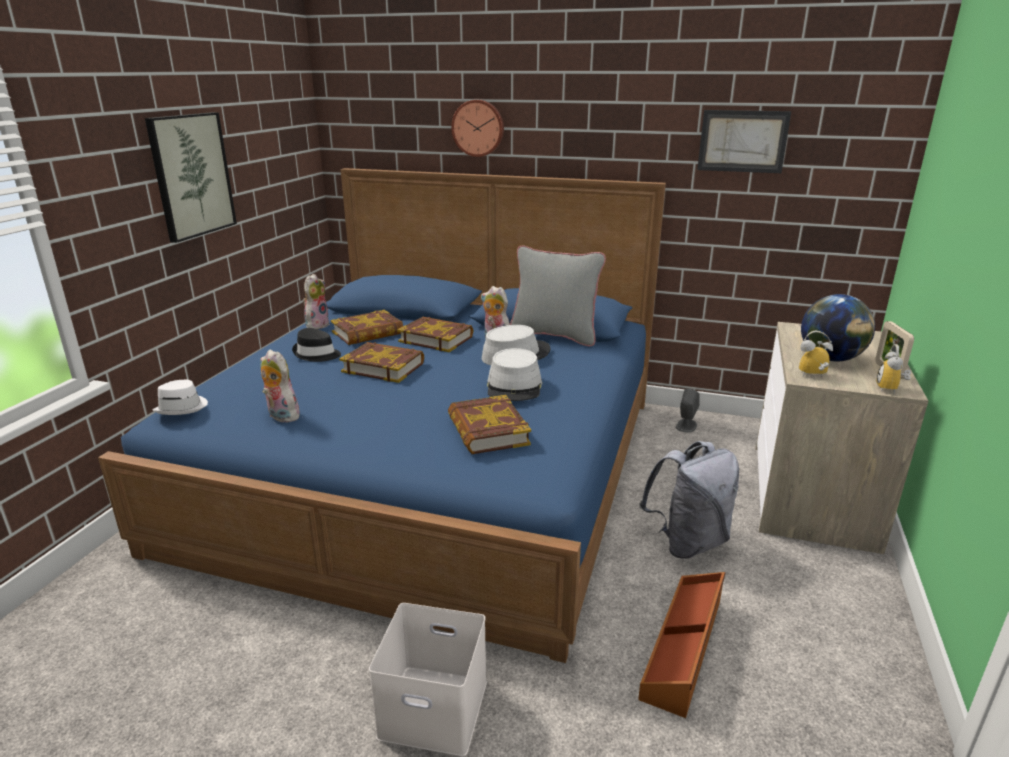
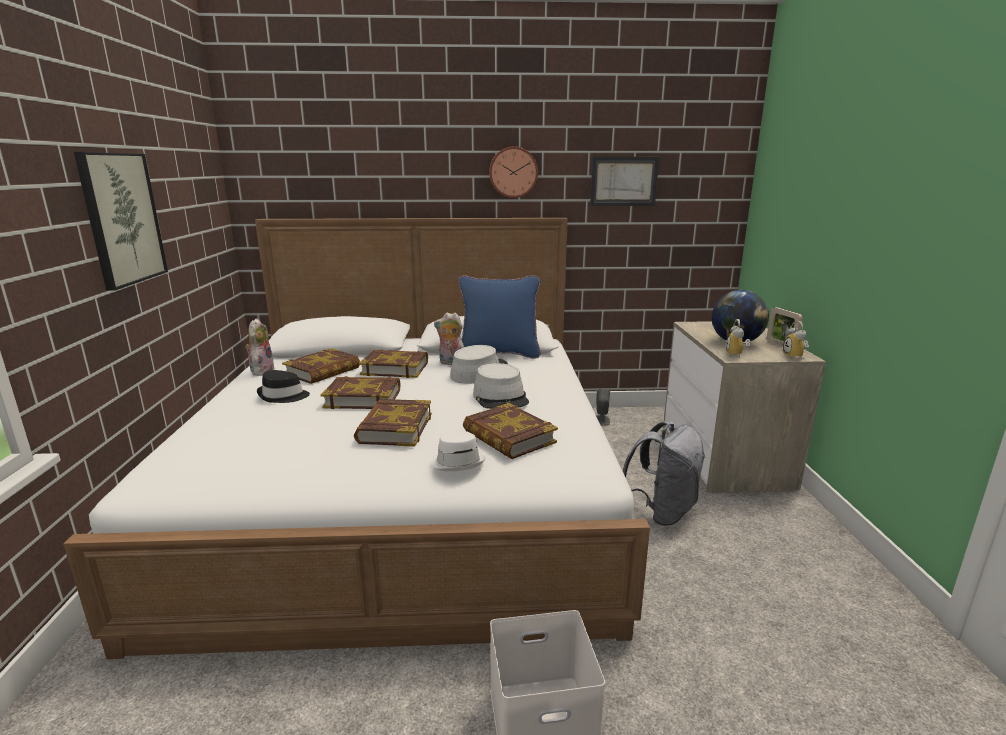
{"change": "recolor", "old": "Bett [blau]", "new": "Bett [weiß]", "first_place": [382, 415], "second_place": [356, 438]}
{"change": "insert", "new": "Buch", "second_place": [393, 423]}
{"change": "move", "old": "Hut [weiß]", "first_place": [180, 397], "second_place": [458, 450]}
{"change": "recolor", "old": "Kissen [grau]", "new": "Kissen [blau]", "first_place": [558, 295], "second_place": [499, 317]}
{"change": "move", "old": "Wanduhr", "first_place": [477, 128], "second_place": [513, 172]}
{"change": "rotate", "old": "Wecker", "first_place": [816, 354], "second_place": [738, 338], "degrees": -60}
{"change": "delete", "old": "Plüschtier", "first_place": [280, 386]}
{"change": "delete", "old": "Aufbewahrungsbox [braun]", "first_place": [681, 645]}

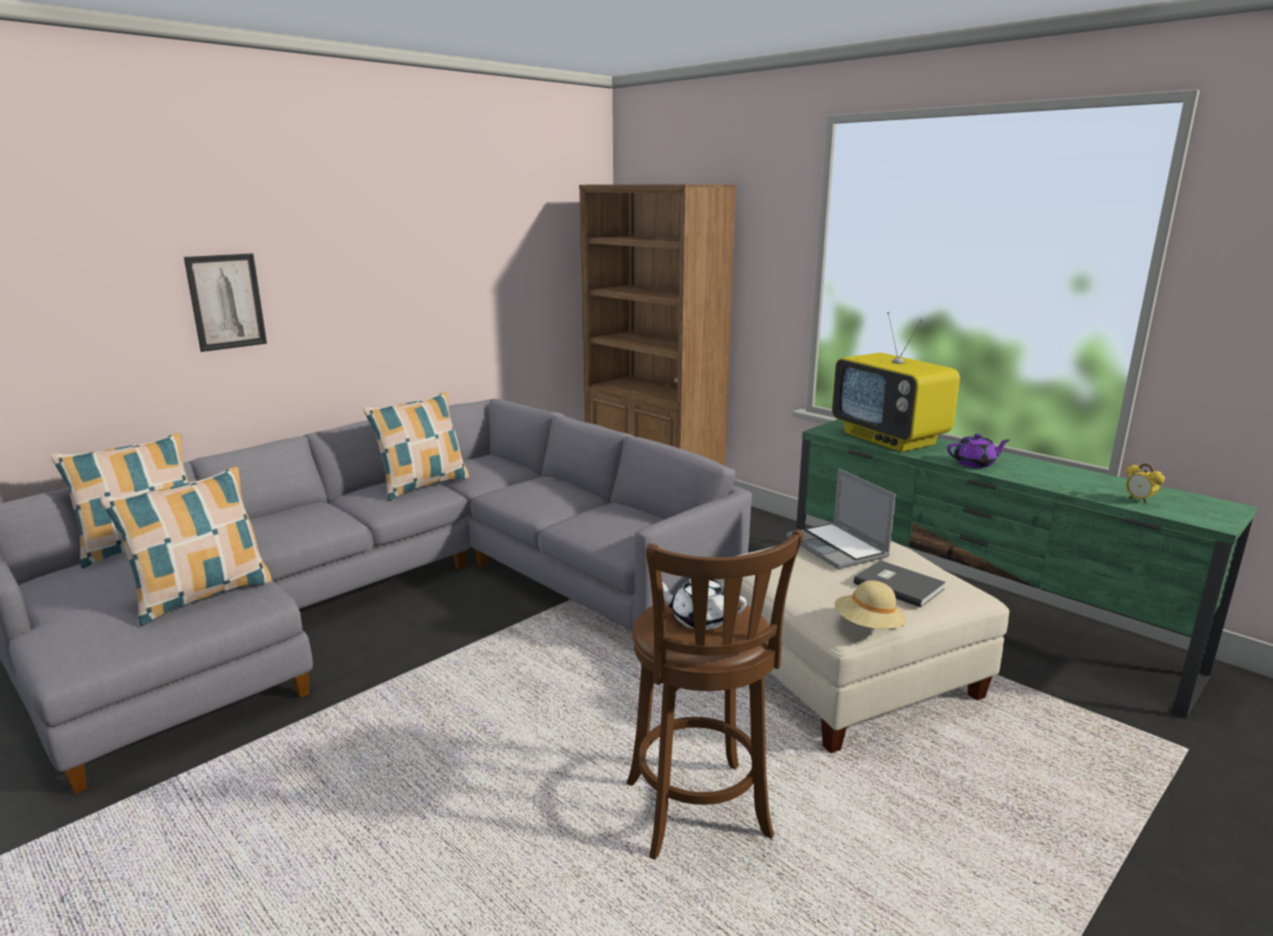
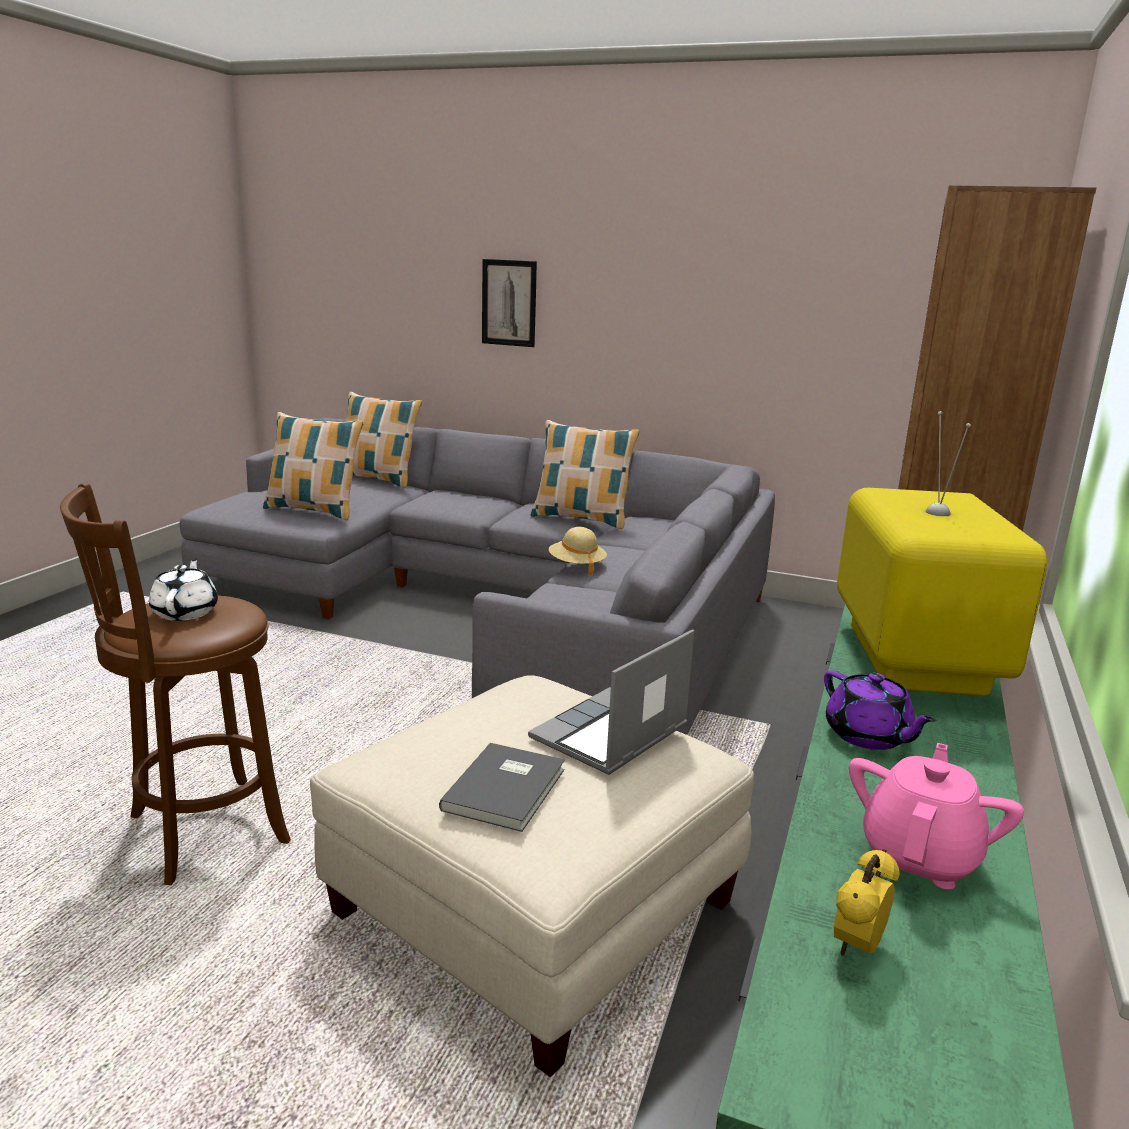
{"change": "move", "old": "Hut [beige]", "first_place": [870, 604], "second_place": [578, 551]}
{"change": "rotate", "old": "Fernseher", "first_place": [896, 382], "second_place": [942, 553], "degrees": 150}
{"change": "insert", "new": "Teekanne [rosa]", "second_place": [936, 816]}

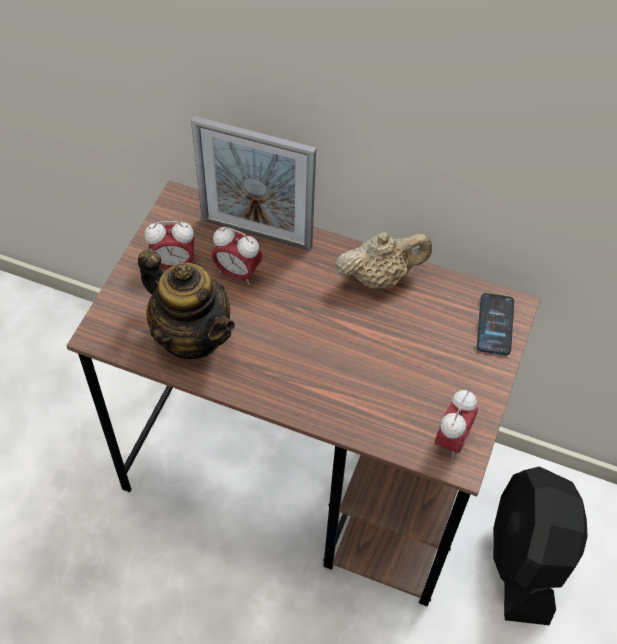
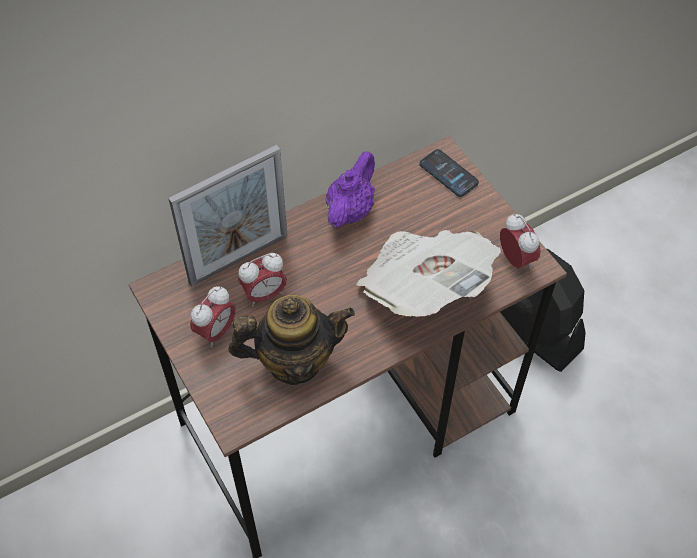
{"change": "recolor", "old": "Teekanne [beige]", "new": "Teekanne [lila]", "first_place": [383, 260], "second_place": [350, 189]}
{"change": "insert", "new": "Zeitung", "second_place": [428, 273]}

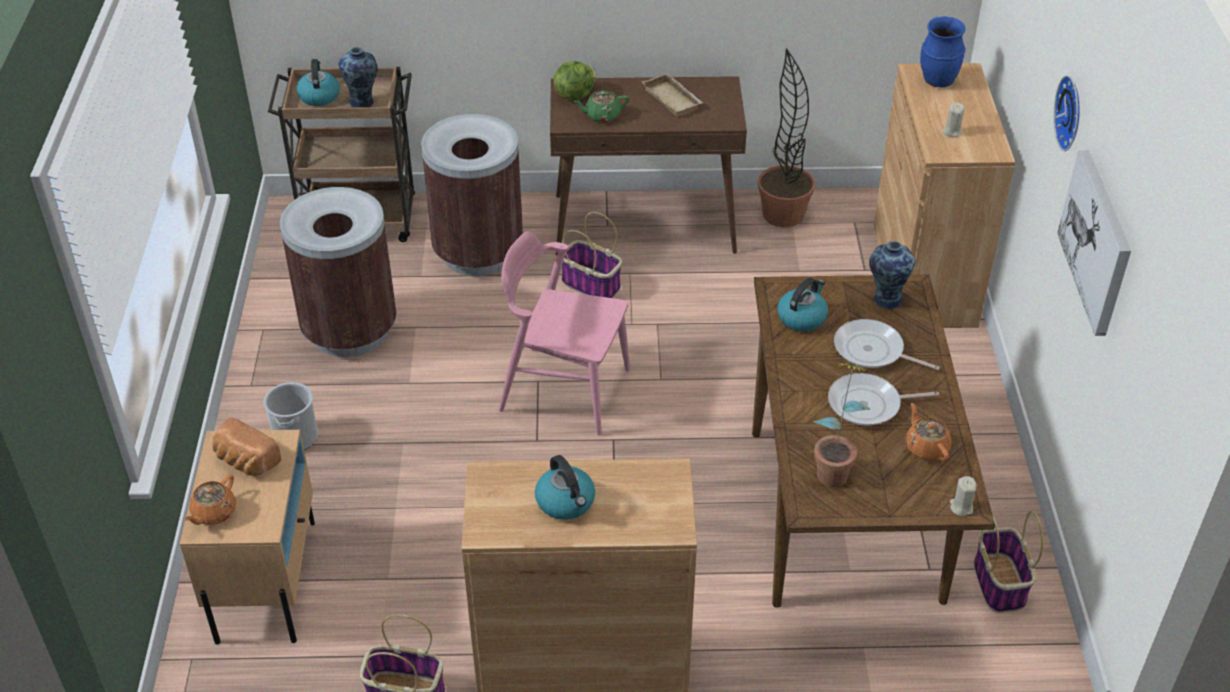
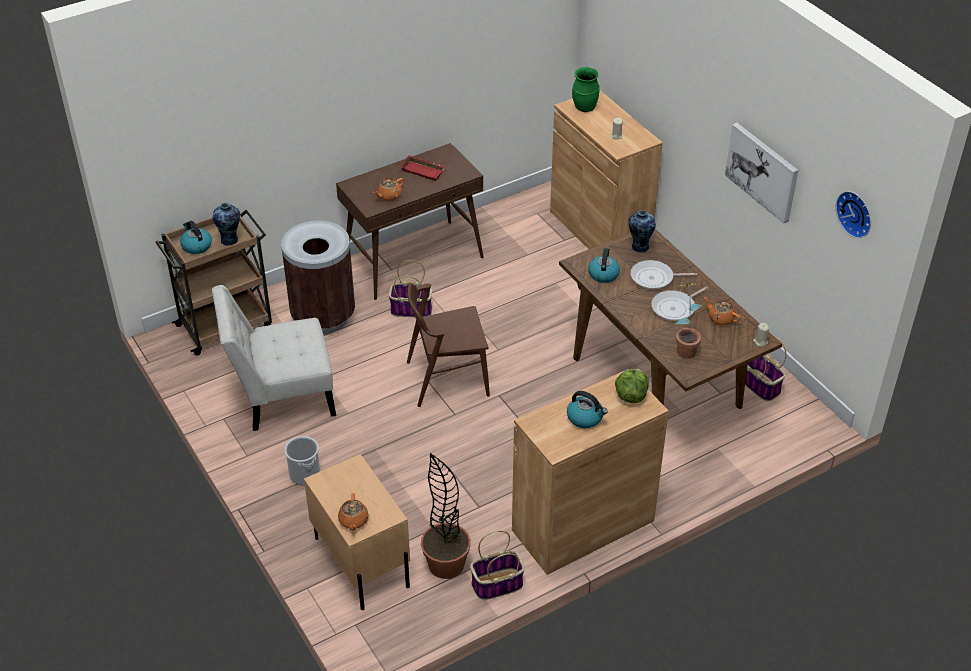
{"change": "replace", "old": "Mülleimer [braun]", "new": "Stuhl [weiß]", "first_place": [338, 272], "second_place": [274, 358]}
{"change": "recolor", "old": "Teekanne [grün]", "new": "Teekanne [orange]", "first_place": [601, 106], "second_place": [388, 189]}
{"change": "recolor", "old": "Tablett [beige]", "new": "Tablett [rot]", "first_place": [672, 95], "second_place": [422, 168]}
{"change": "recolor", "old": "Stuhl [rosa]", "new": "Stuhl [braun]", "first_place": [564, 333], "second_place": [448, 345]}
{"change": "move", "old": "Topfpflanze", "first_place": [786, 137], "second_place": [446, 516]}
{"change": "recolor", "old": "Vase [blau]", "new": "Vase [grün]", "first_place": [943, 52], "second_place": [586, 89]}
{"change": "move", "old": "Salatkopf", "first_place": [575, 80], "second_place": [631, 386]}
{"change": "move", "old": "Wanduhr", "first_place": [1066, 113], "second_place": [853, 214]}
{"change": "delete", "old": "Brot", "first_place": [246, 446]}

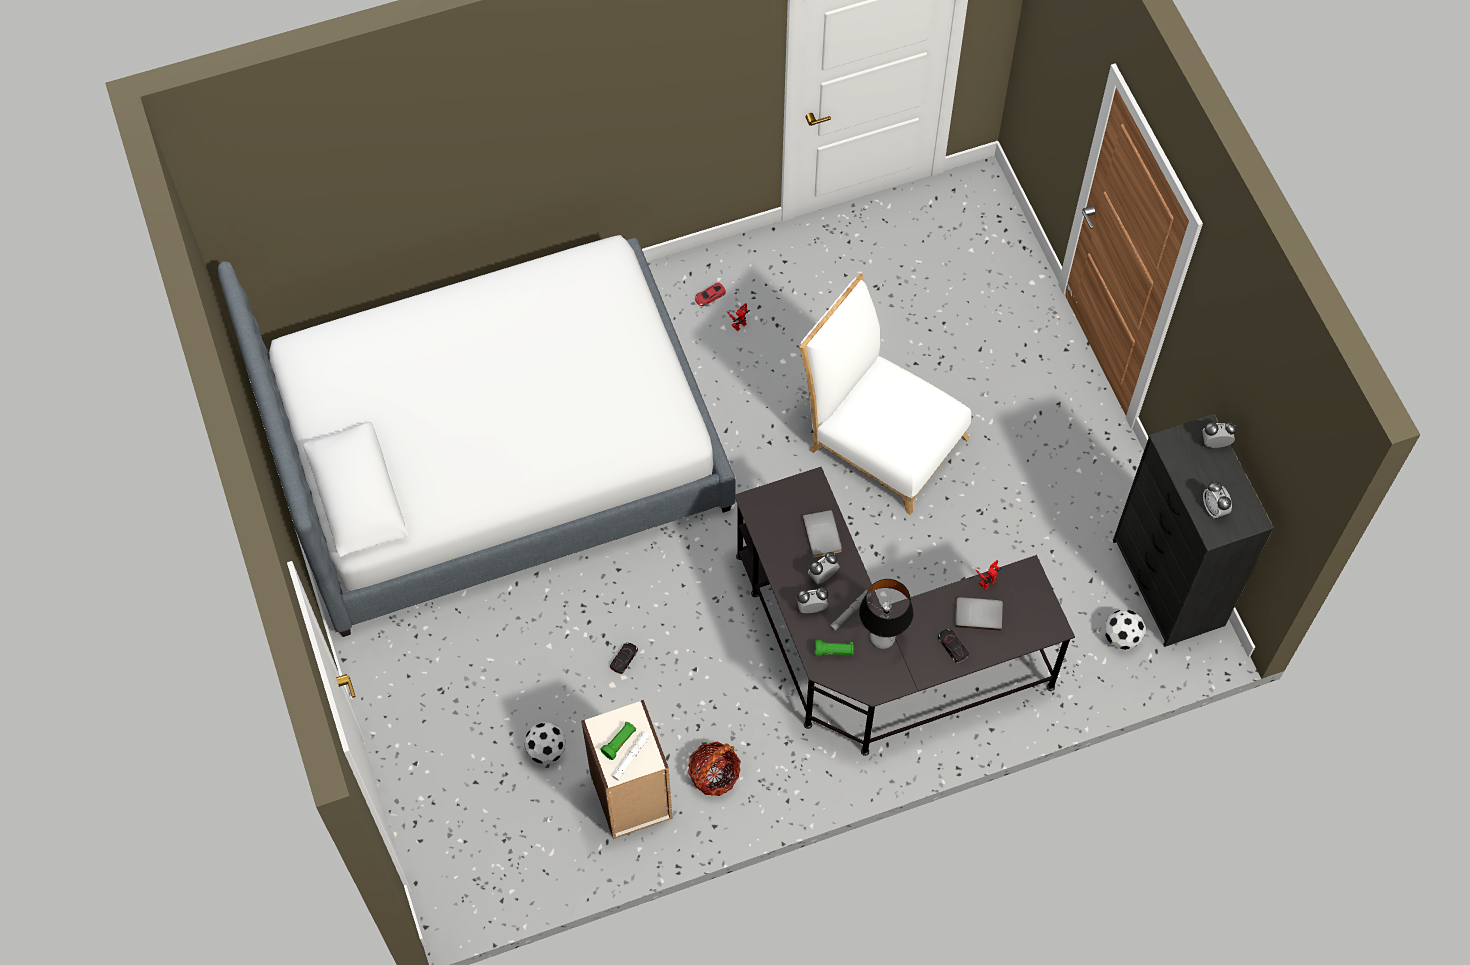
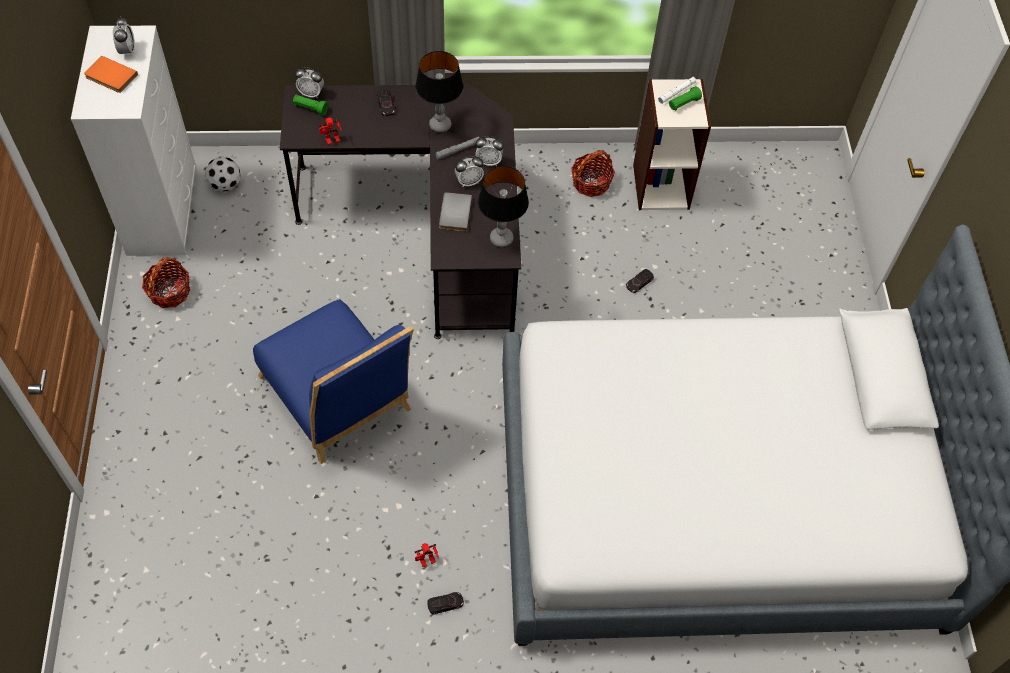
{"change": "recolor", "old": "Kommode [schwarz]", "new": "Kommode [weiß]", "first_place": [1193, 530], "second_place": [134, 141]}
{"change": "insert", "new": "Buch [orange]", "second_place": [111, 74]}
{"change": "insert", "new": "Korb", "second_place": [166, 282]}
{"change": "recolor", "old": "Stuhl [weiß]", "new": "Stuhl [blau]", "first_place": [885, 394], "second_place": [333, 381]}
{"change": "move", "old": "Taschenlampe [grün]", "first_place": [834, 648], "second_place": [310, 104]}
{"change": "move", "old": "Wecker", "first_place": [1219, 434], "second_place": [309, 82]}
{"change": "recolor", "old": "Spielzeugauto [rot]", "new": "Spielzeugauto [schwarz]", "first_place": [710, 294], "second_place": [445, 603]}
{"change": "insert", "new": "Tischlampe", "second_place": [503, 206]}
{"change": "delete", "old": "Fußball", "first_place": [545, 743]}
{"change": "delete", "old": "Buch [grau]", "first_place": [979, 614]}

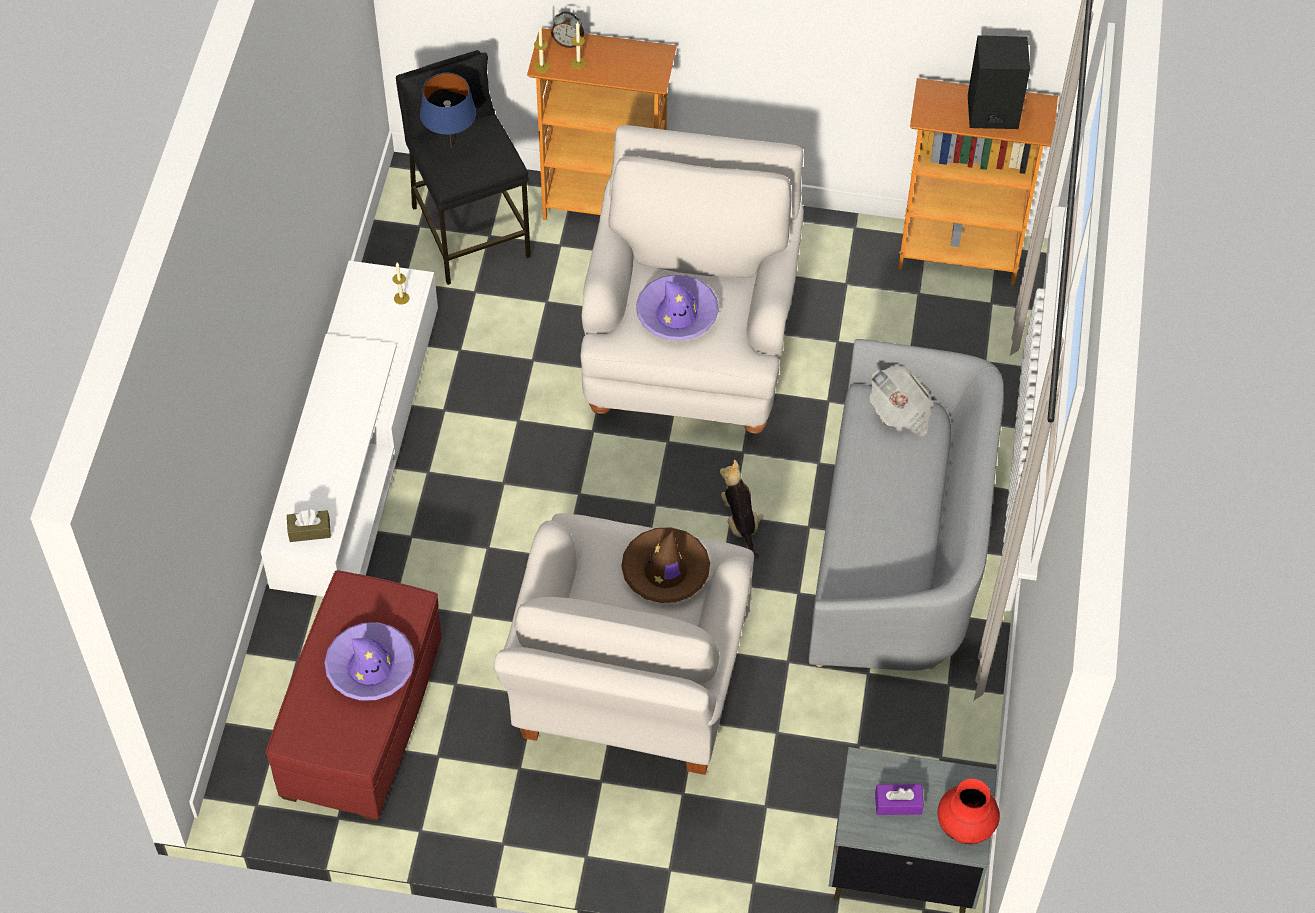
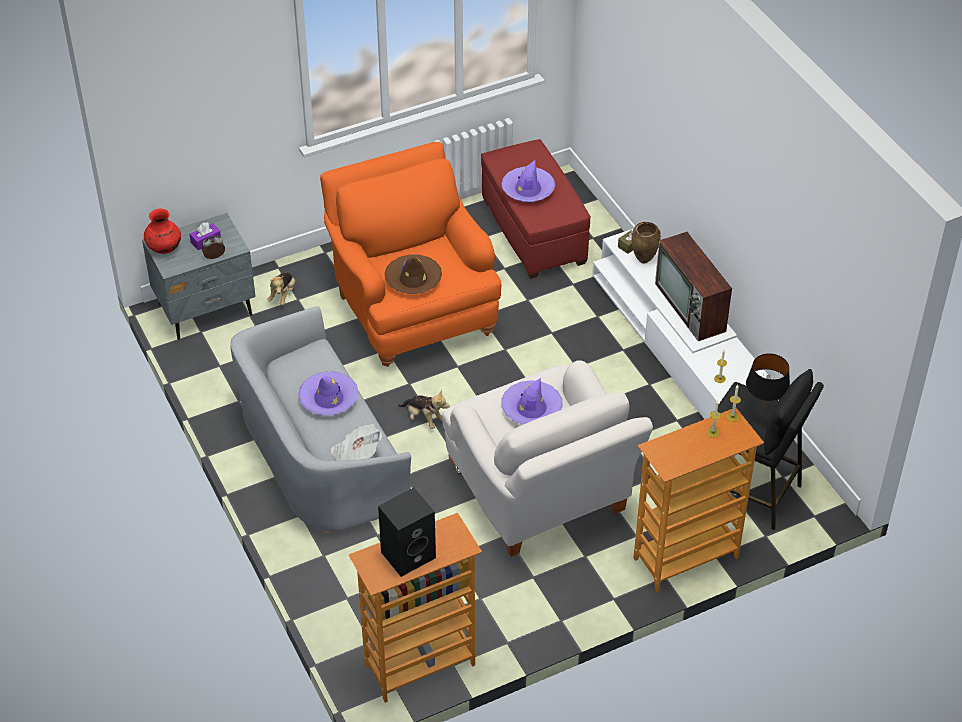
{"change": "move", "old": "Wecker", "first_place": [567, 29], "second_place": [213, 247]}
{"change": "insert", "new": "Plüschtier", "second_place": [281, 289]}
{"change": "insert", "new": "Hut [lila]", "second_place": [328, 393]}
{"change": "recolor", "old": "Sessel [weiß]", "new": "Sessel [orange]", "first_place": [624, 644], "second_place": [410, 254]}
{"change": "insert", "new": "Vase [braun]", "second_place": [646, 243]}
{"change": "insert", "new": "Fernseher", "second_place": [693, 286]}
{"change": "recolor", "old": "Tischlampe [blau]", "new": "Tischlampe [schwarz]", "first_place": [448, 110], "second_place": [768, 382]}

